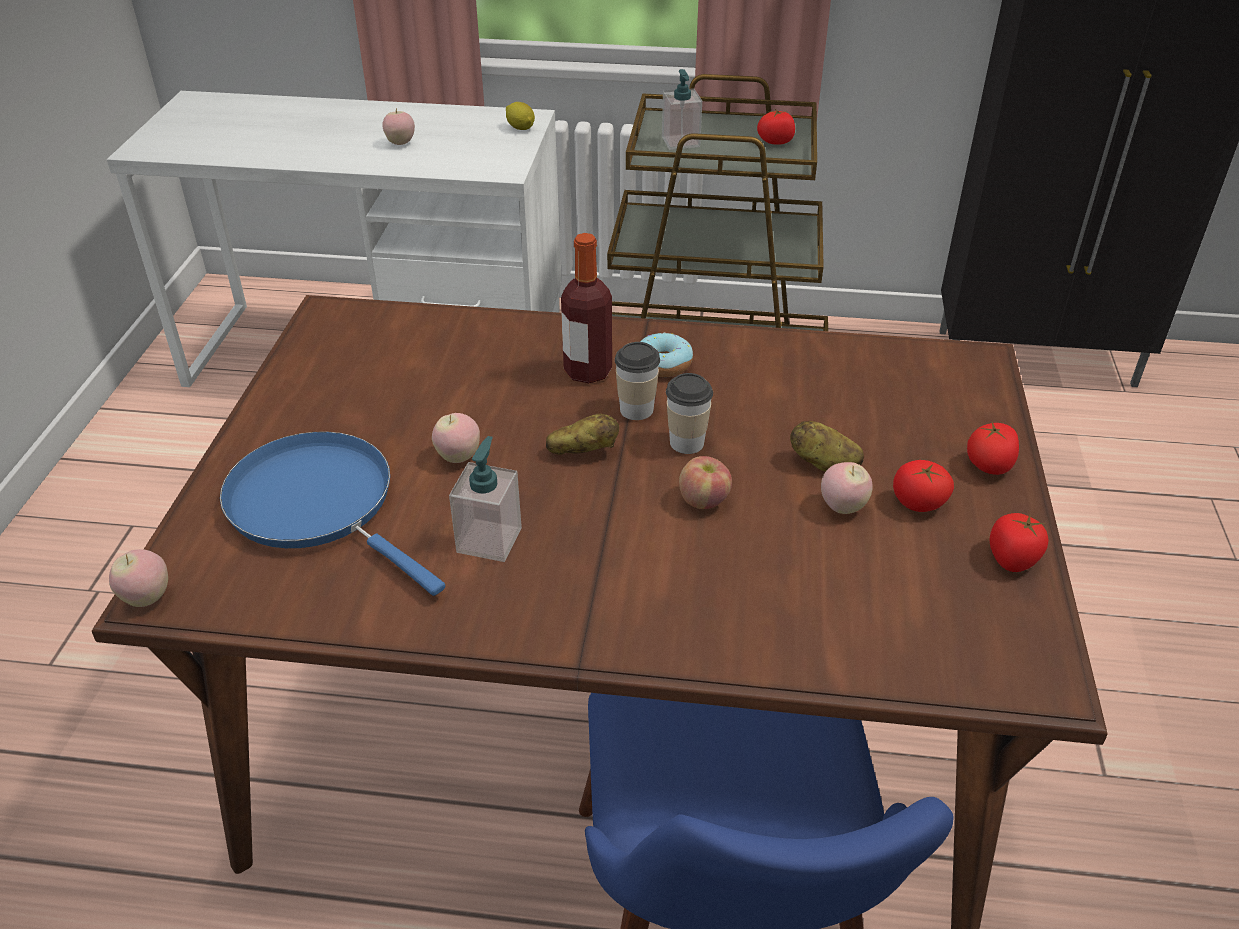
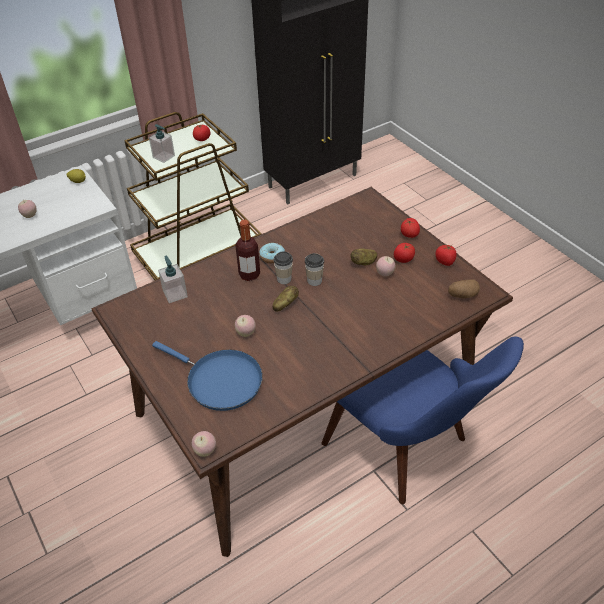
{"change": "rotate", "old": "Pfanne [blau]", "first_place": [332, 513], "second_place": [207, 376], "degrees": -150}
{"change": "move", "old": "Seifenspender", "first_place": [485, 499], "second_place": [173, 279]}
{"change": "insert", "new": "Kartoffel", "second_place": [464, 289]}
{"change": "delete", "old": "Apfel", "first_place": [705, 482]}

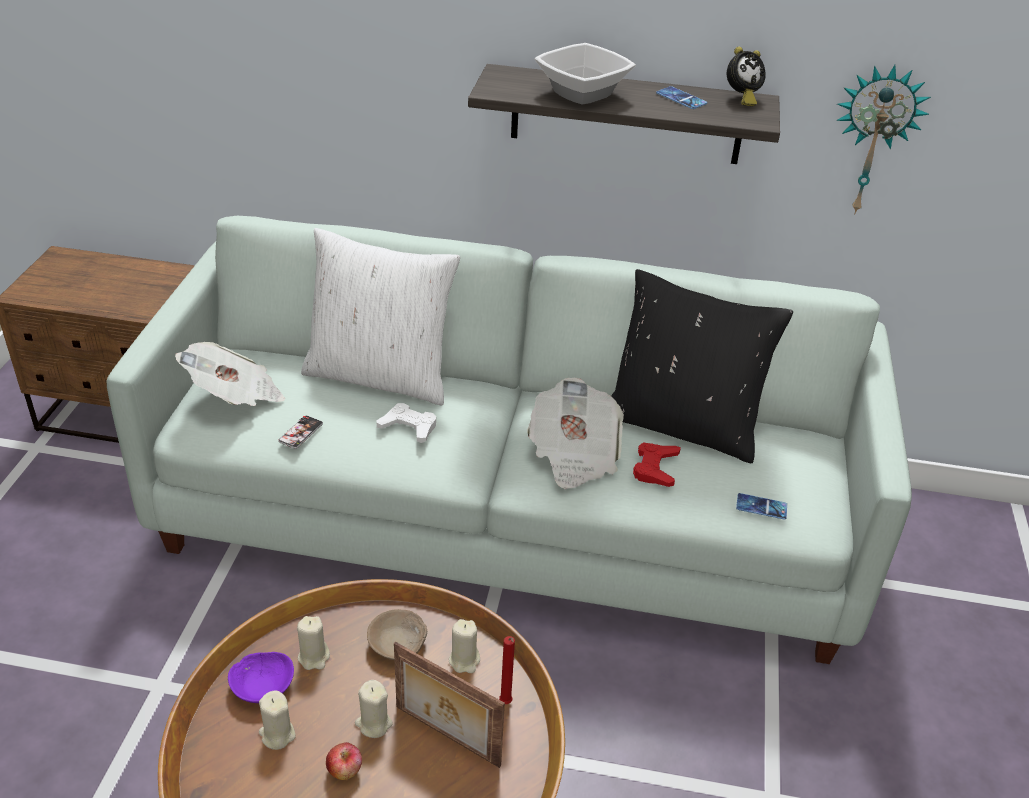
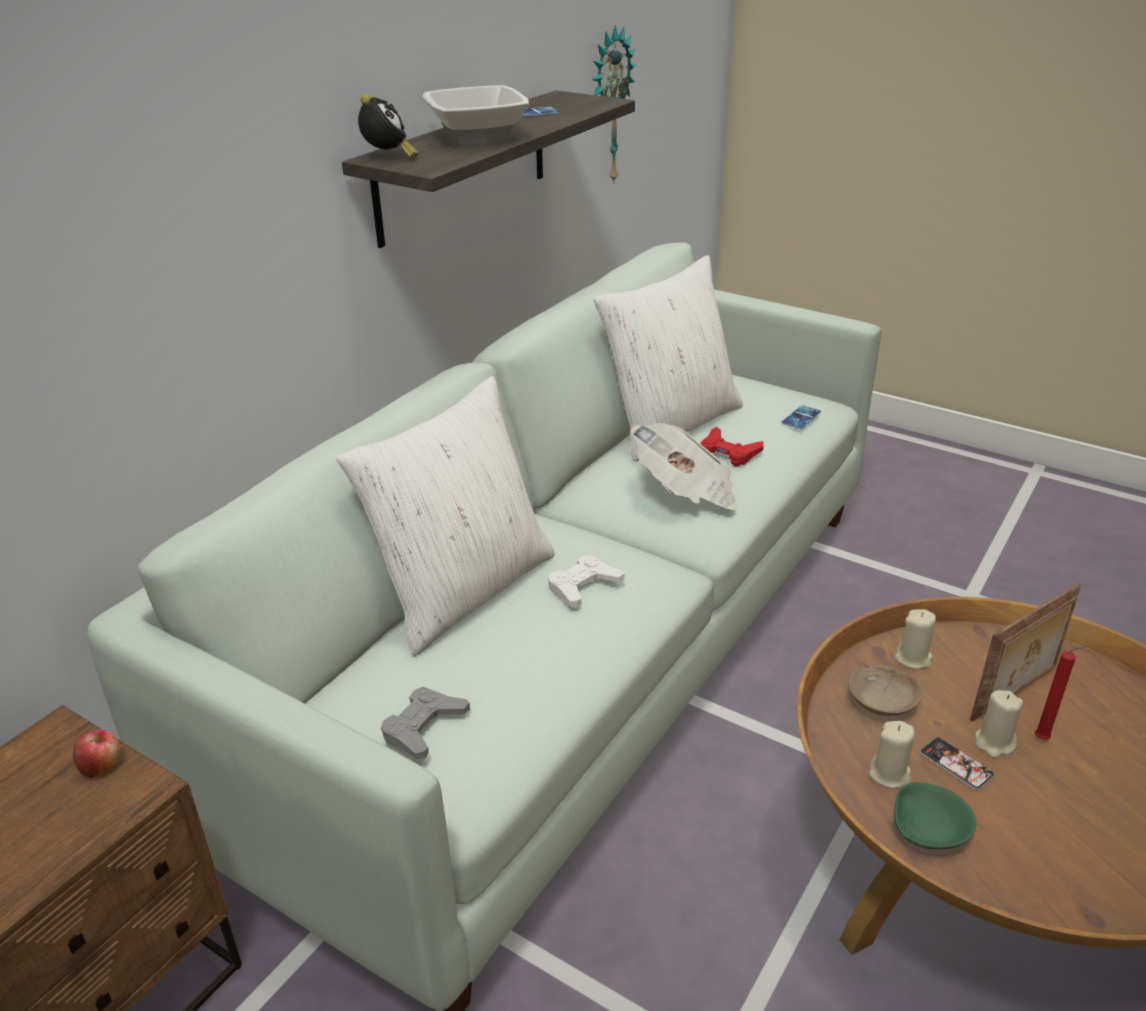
{"change": "move", "old": "Apfel", "first_place": [344, 761], "second_place": [96, 753]}
{"change": "move", "old": "Wecker", "first_place": [746, 76], "second_place": [388, 126]}
{"change": "replace", "old": "Zeitung", "new": "Gamepad [grau]", "first_place": [230, 374], "second_place": [425, 723]}
{"change": "recolor", "old": "Kissen [schwarz]", "new": "Kissen [weiß]", "first_place": [702, 366], "second_place": [668, 358]}
{"change": "recolor", "old": "Schüssel [lila]", "new": "Schüssel [grün]", "first_place": [261, 677], "second_place": [935, 815]}
{"change": "move", "old": "Handy", "first_place": [300, 432], "second_place": [957, 764]}
{"change": "move", "old": "Kerze [rot]", "first_place": [507, 670], "second_place": [1060, 693]}
{"change": "delete", "old": "Kerze [beige]", "first_place": [277, 720]}

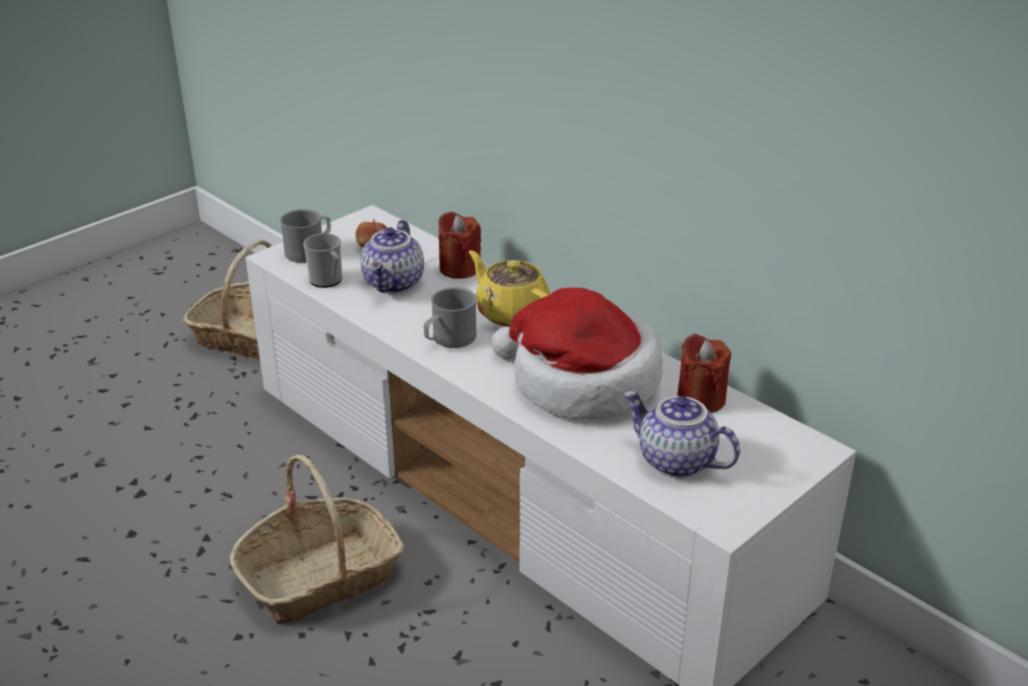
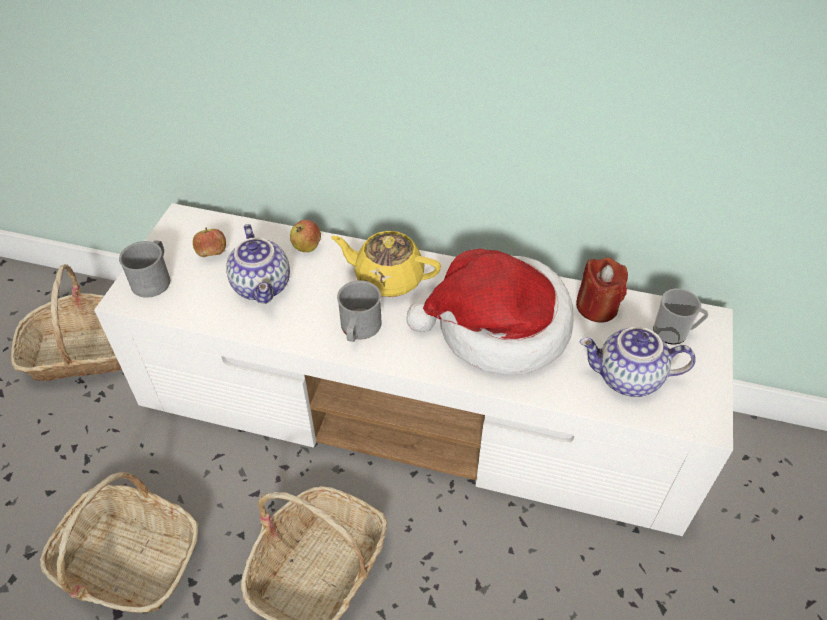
{"change": "insert", "new": "Korb", "second_place": [119, 542]}
{"change": "replace", "old": "Kerze [rot]", "new": "Apfel", "first_place": [459, 245], "second_place": [305, 236]}
{"change": "move", "old": "Henkelbecher", "first_place": [322, 260], "second_place": [680, 316]}

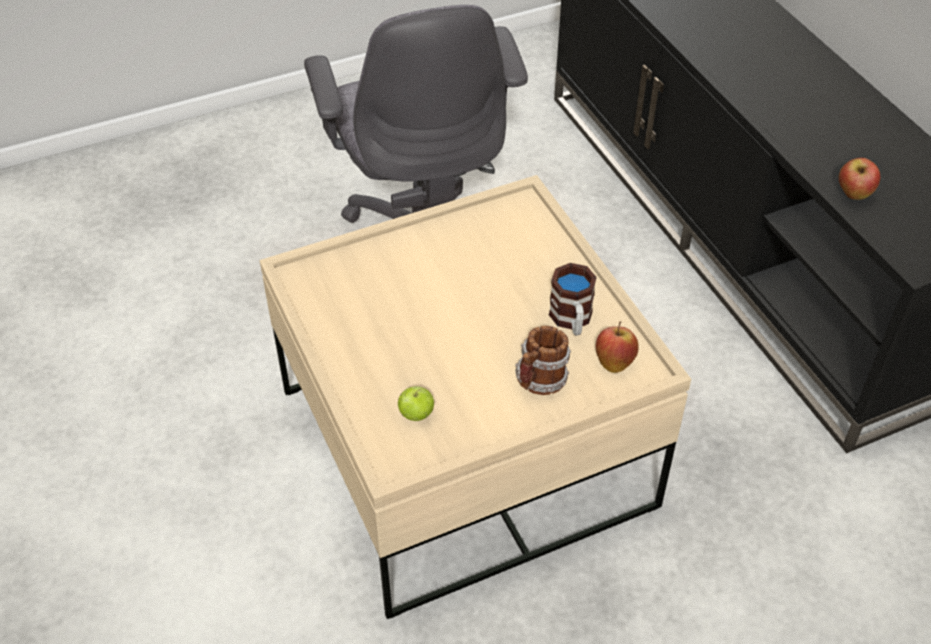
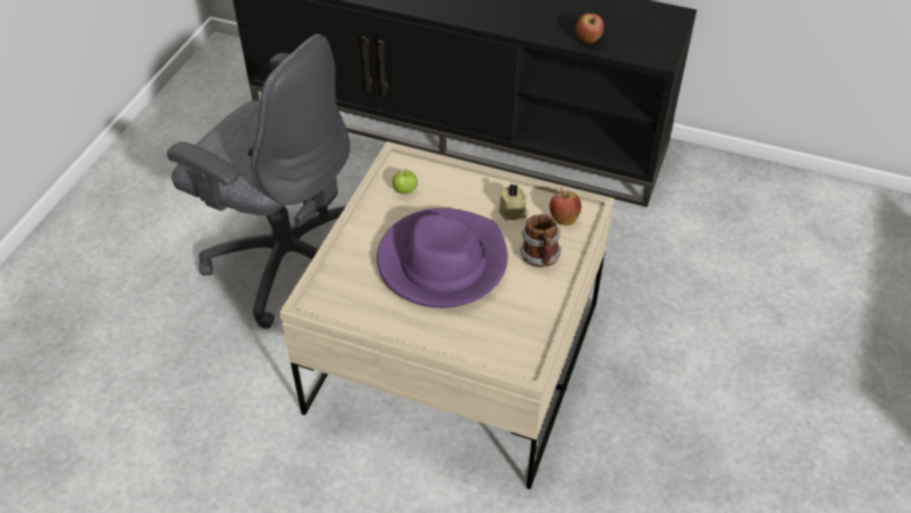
{"change": "insert", "new": "Hut [lila]", "second_place": [442, 258]}
{"change": "move", "old": "Apfel", "first_place": [416, 403], "second_place": [405, 181]}
{"change": "replace", "old": "Henkelbecher", "new": "Kerze [beige]", "first_place": [573, 299], "second_place": [513, 202]}

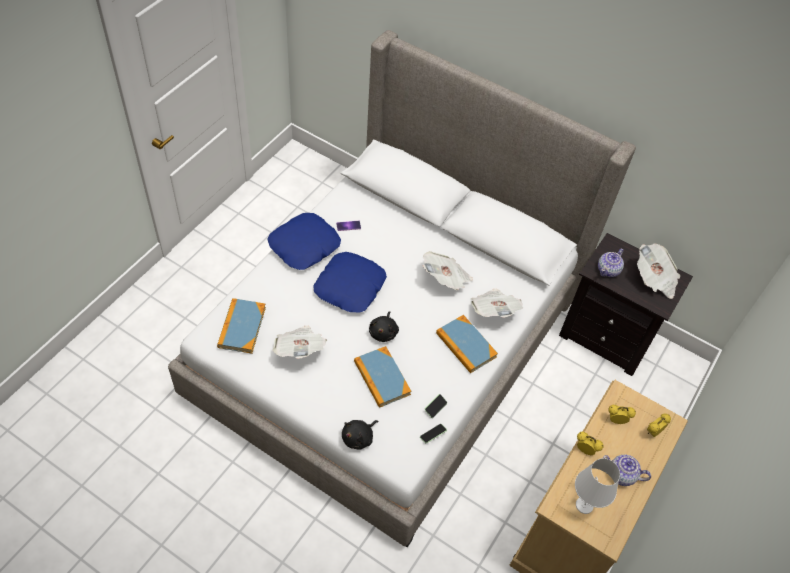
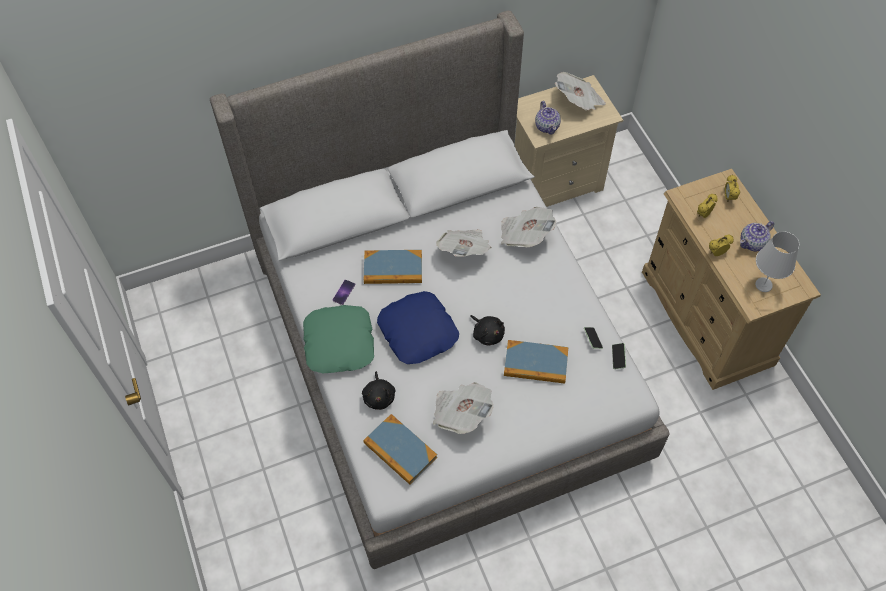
{"change": "recolor", "old": "Kissen [blau]", "new": "Kissen [grün]", "first_place": [304, 241], "second_place": [338, 339]}
{"change": "move", "old": "Plüschtier [schwarz]", "first_place": [360, 435], "second_place": [378, 390]}
{"change": "move", "old": "Buch", "first_place": [467, 344], "second_place": [393, 267]}
{"change": "recolor", "old": "Nachttisch [schwarz]", "new": "Nachttisch [beige]", "first_place": [626, 304], "second_place": [569, 141]}

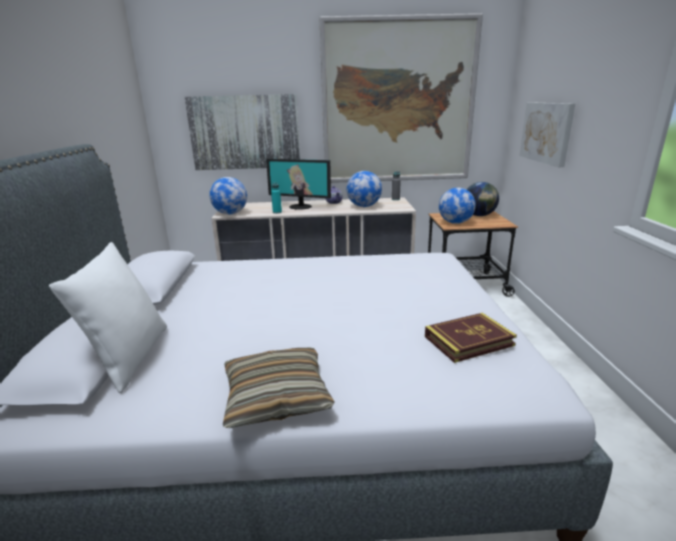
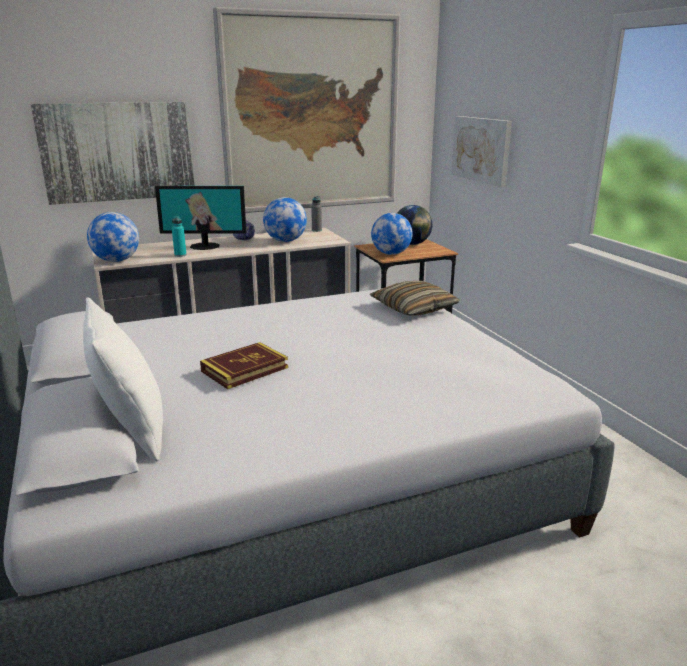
{"change": "move", "old": "Buch", "first_place": [471, 338], "second_place": [244, 365]}
{"change": "move", "old": "Kissen", "first_place": [279, 388], "second_place": [415, 298]}

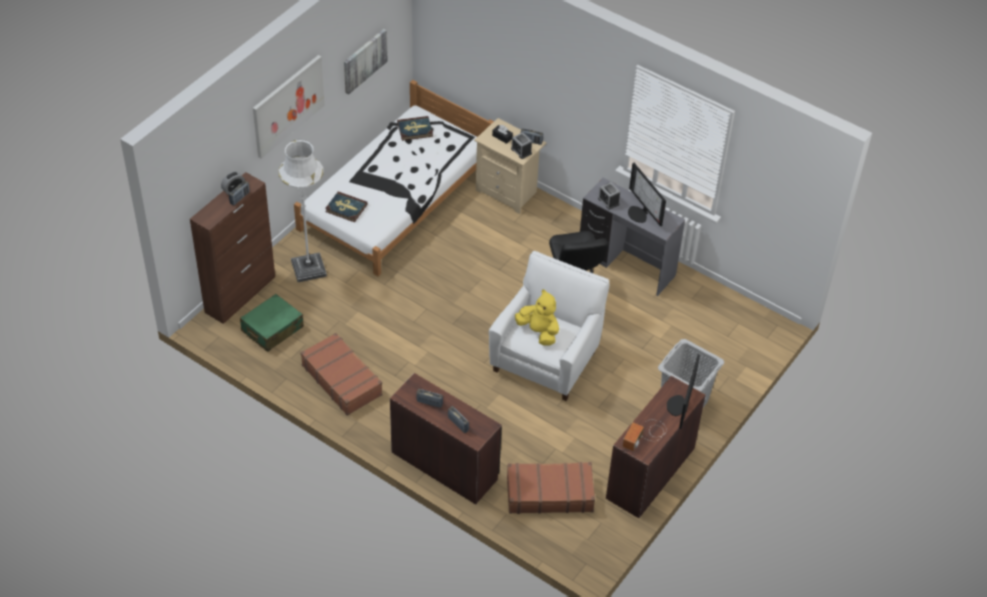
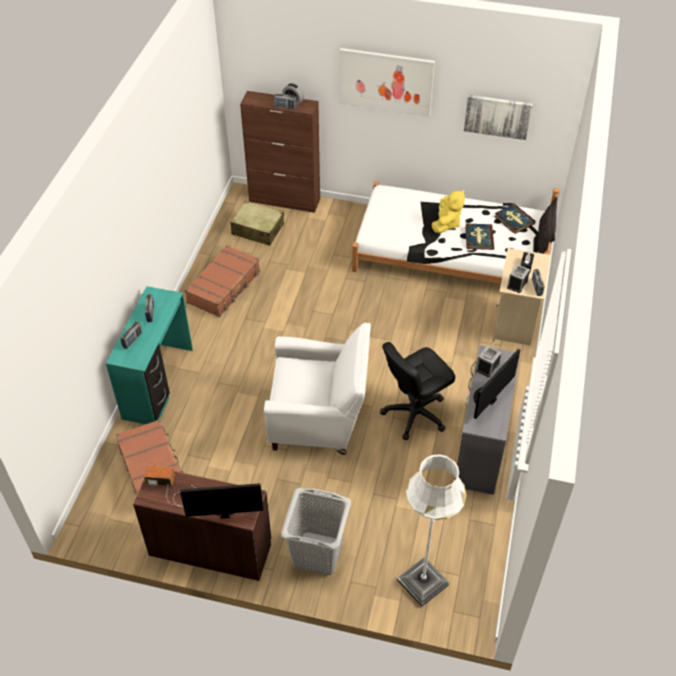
{"change": "recolor", "old": "Schreibtisch [braun]", "new": "Schreibtisch [türkis]", "first_place": [446, 439], "second_place": [149, 355]}
{"change": "recolor", "old": "Koffer [grün]", "new": "Koffer [beige]", "first_place": [272, 323], "second_place": [257, 223]}
{"change": "move", "old": "Stehlampe [weiß]", "first_place": [303, 211], "second_place": [432, 530]}
{"change": "move", "old": "Plüschtier [gelb]", "first_place": [537, 317], "second_place": [448, 211]}
{"change": "move", "old": "Buch", "first_place": [346, 206], "second_place": [479, 237]}
{"change": "insert", "new": "Kissen", "second_place": [548, 225]}

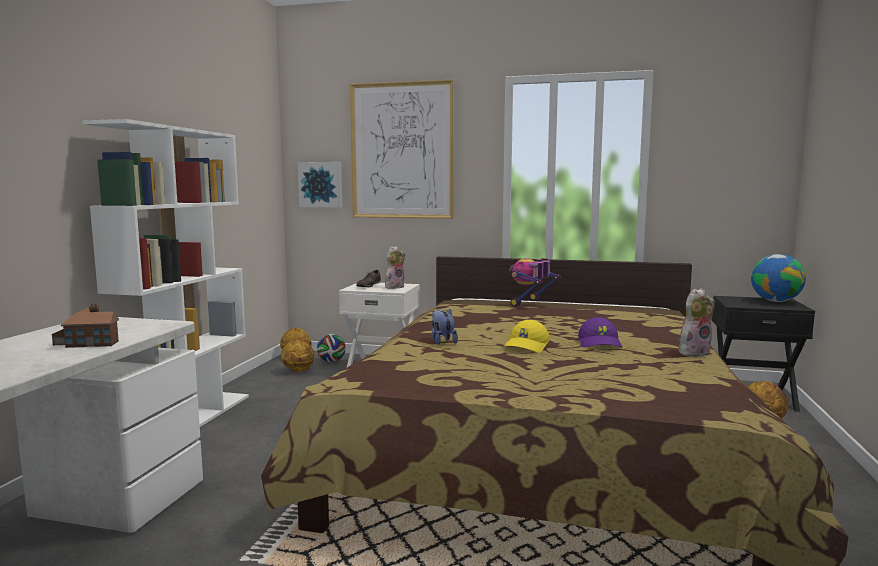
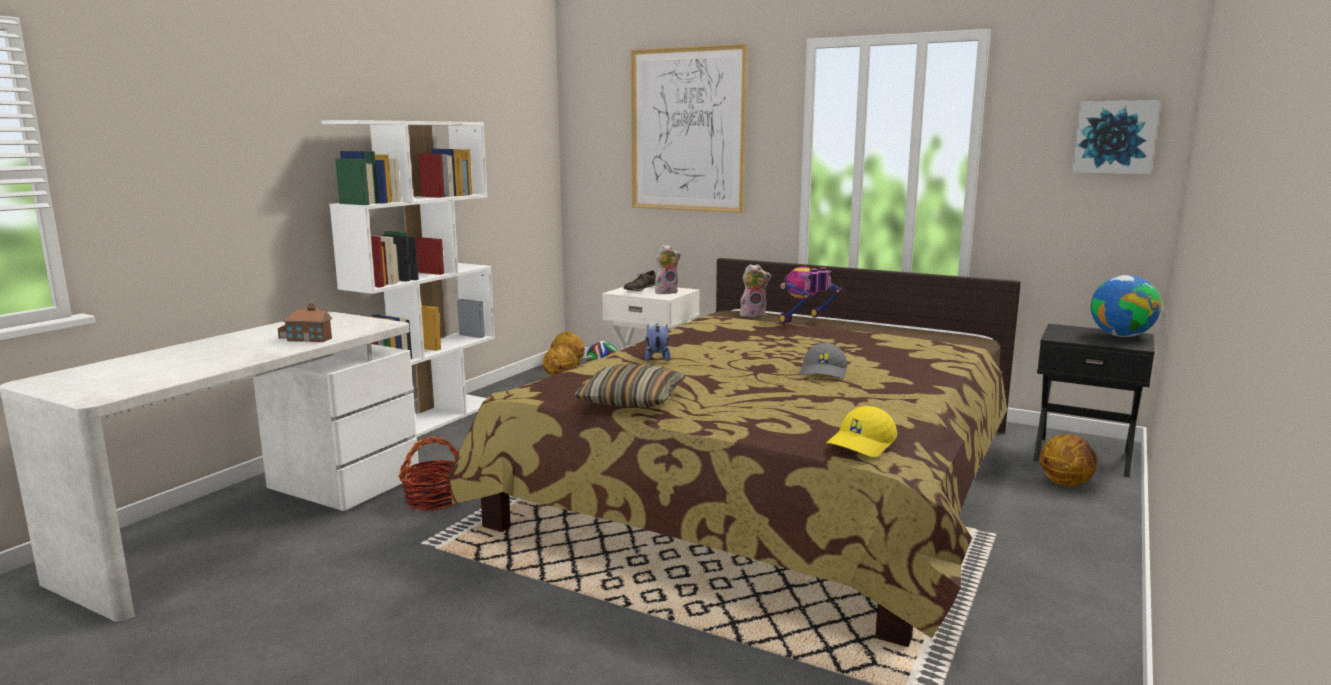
{"change": "insert", "new": "Korb", "second_place": [428, 473]}
{"change": "insert", "new": "Kissen", "second_place": [630, 385]}
{"change": "move", "old": "Plüschtier", "first_place": [697, 322], "second_place": [755, 291]}
{"change": "recolor", "old": "Kappe [lila]", "new": "Kappe [grau]", "first_place": [600, 332], "second_place": [823, 361]}
{"change": "move", "old": "Kappe [gelb]", "first_place": [526, 336], "second_place": [862, 431]}
{"change": "move", "old": "Bild", "first_place": [320, 185], "second_place": [1115, 137]}

